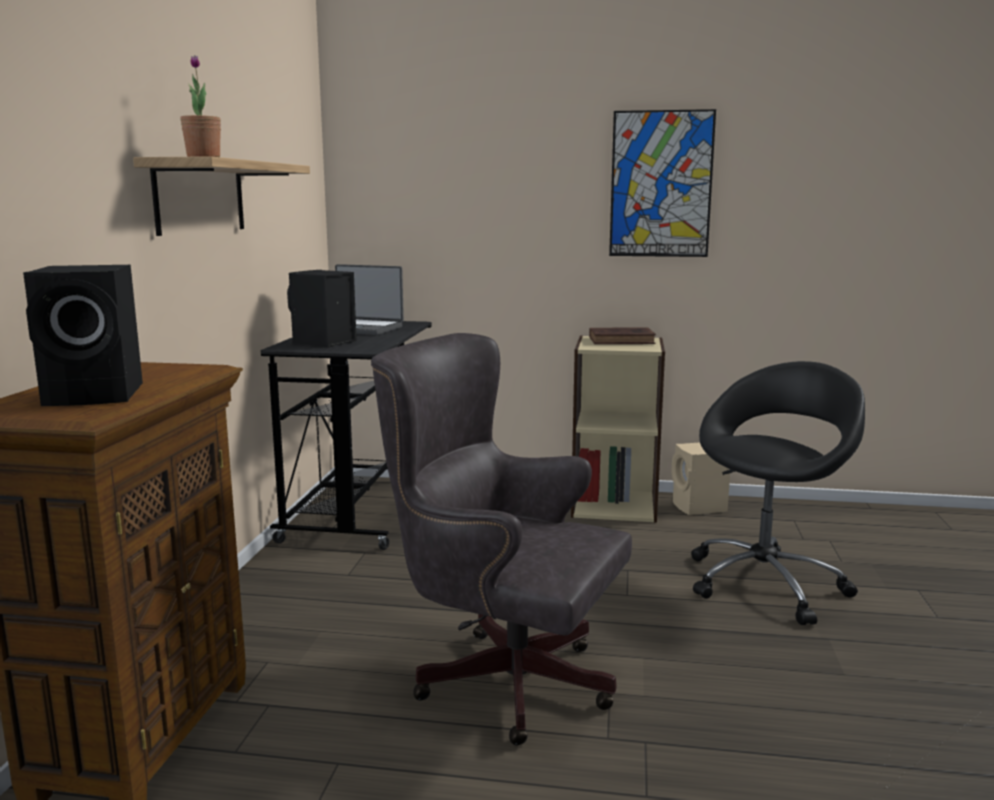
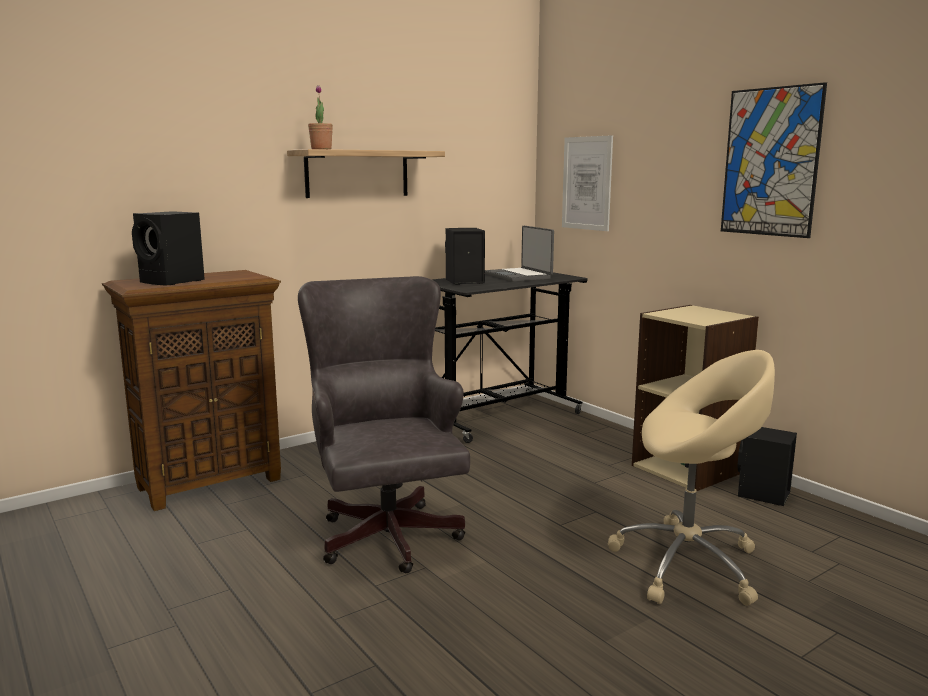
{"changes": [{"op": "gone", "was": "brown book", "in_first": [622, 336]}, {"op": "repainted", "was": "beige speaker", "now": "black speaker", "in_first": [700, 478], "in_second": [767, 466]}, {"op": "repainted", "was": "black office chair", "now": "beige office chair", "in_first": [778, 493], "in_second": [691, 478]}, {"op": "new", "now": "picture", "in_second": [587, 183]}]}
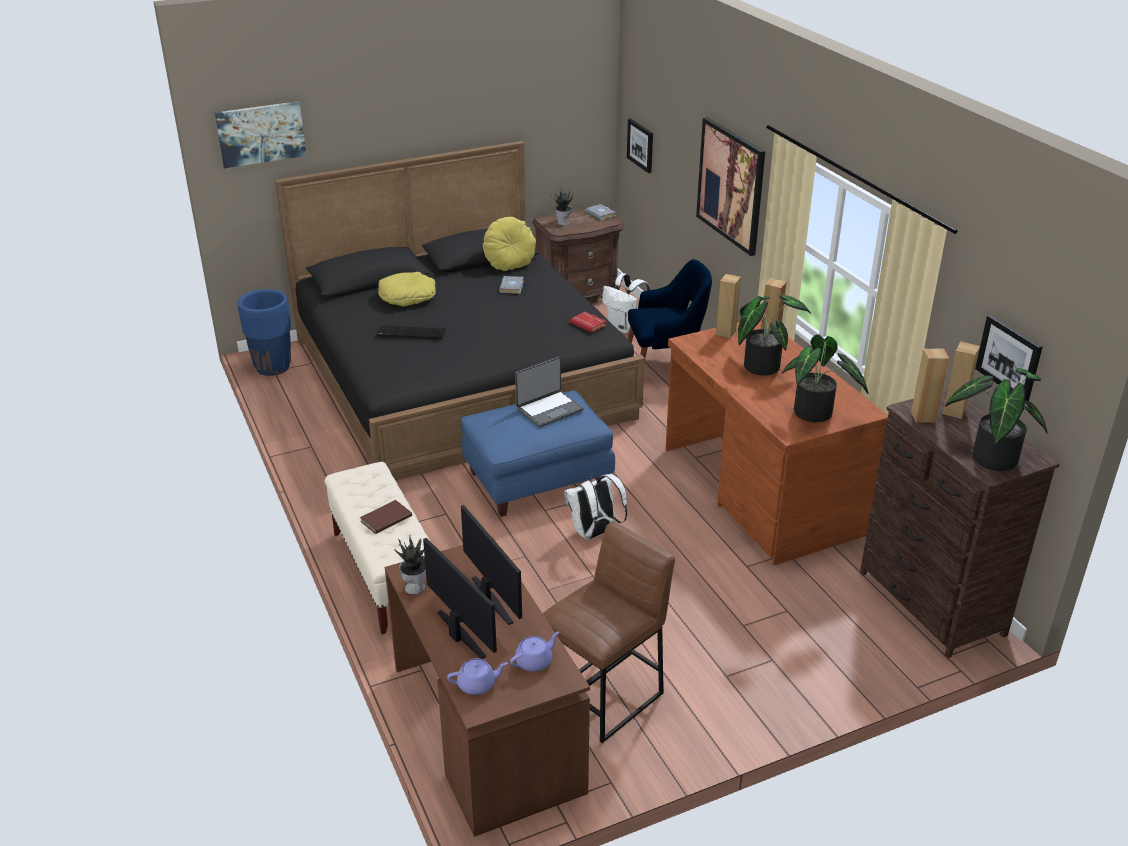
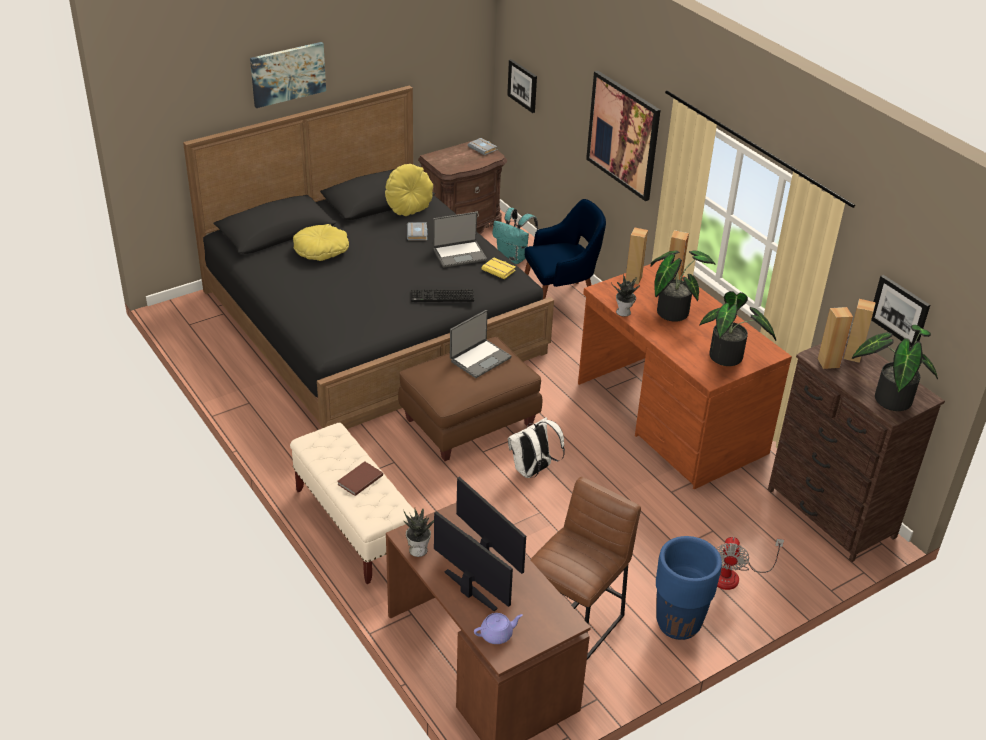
{"changes": [{"op": "shifted", "was": "picture", "in_first": [260, 134], "in_second": [288, 75]}, {"op": "shifted", "was": "blue planter", "in_first": [264, 332], "in_second": [689, 588]}, {"op": "shifted", "was": "keyboard", "in_first": [410, 332], "in_second": [442, 296]}, {"op": "repainted", "was": "blue ottoman", "now": "brown ottoman", "in_first": [538, 453], "in_second": [470, 399]}, {"op": "gone", "was": "purple teapot", "in_first": [534, 651]}, {"op": "shifted", "was": "potted plant", "in_first": [562, 207], "in_second": [625, 295]}, {"op": "repainted", "was": "red book", "now": "yellow book", "in_first": [588, 322], "in_second": [499, 268]}, {"op": "repainted", "was": "white backpack", "now": "turquoise backpack", "in_first": [626, 303], "in_second": [515, 236]}, {"op": "new", "now": "laptop", "in_second": [460, 240]}, {"op": "new", "now": "fan", "in_second": [750, 563]}]}
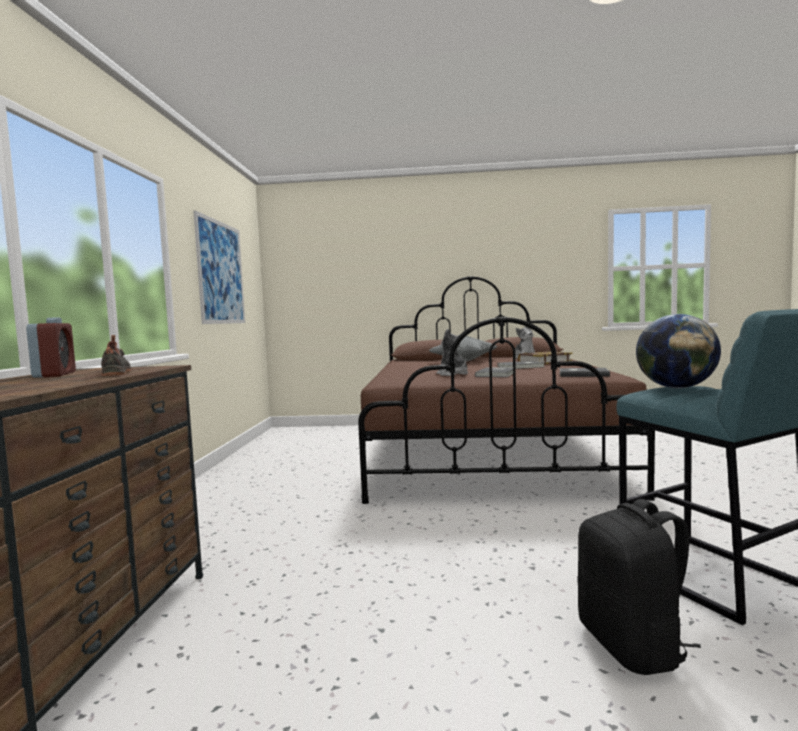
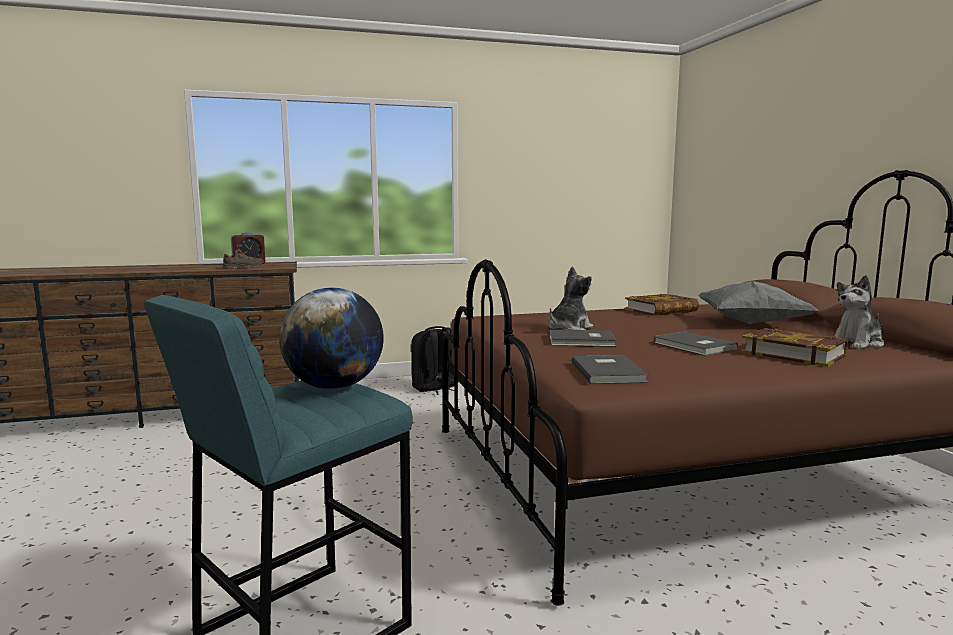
{"changes": [{"op": "gone", "was": "picture", "in_first": [219, 267]}, {"op": "shifted", "was": "black backpack", "in_first": [639, 587], "in_second": [433, 360]}, {"op": "new", "now": "book", "in_second": [662, 305]}]}
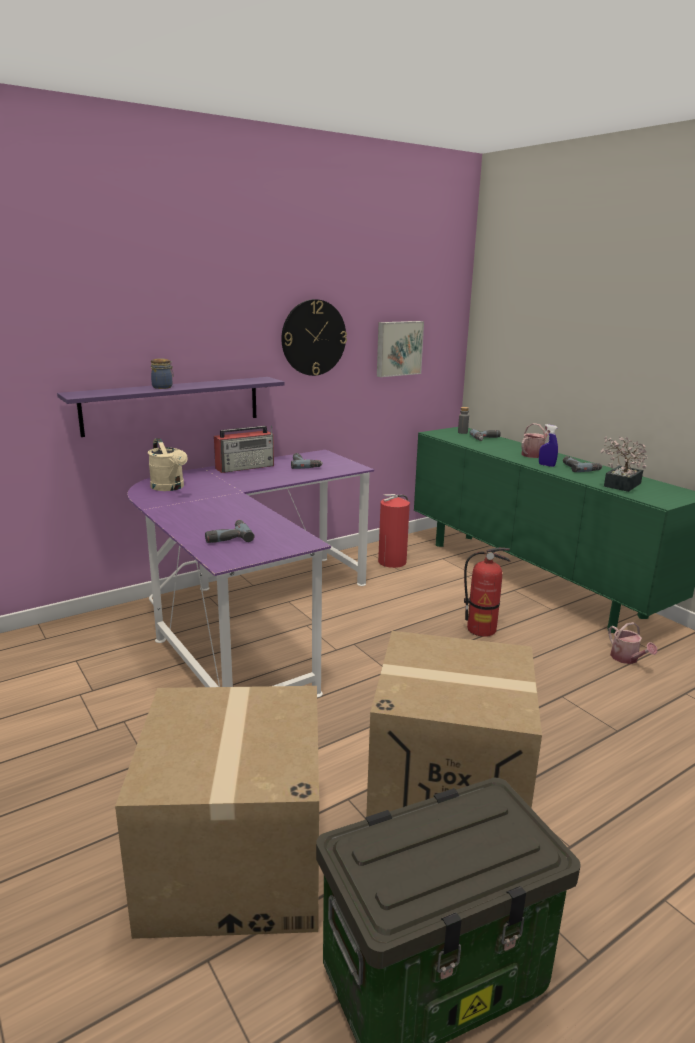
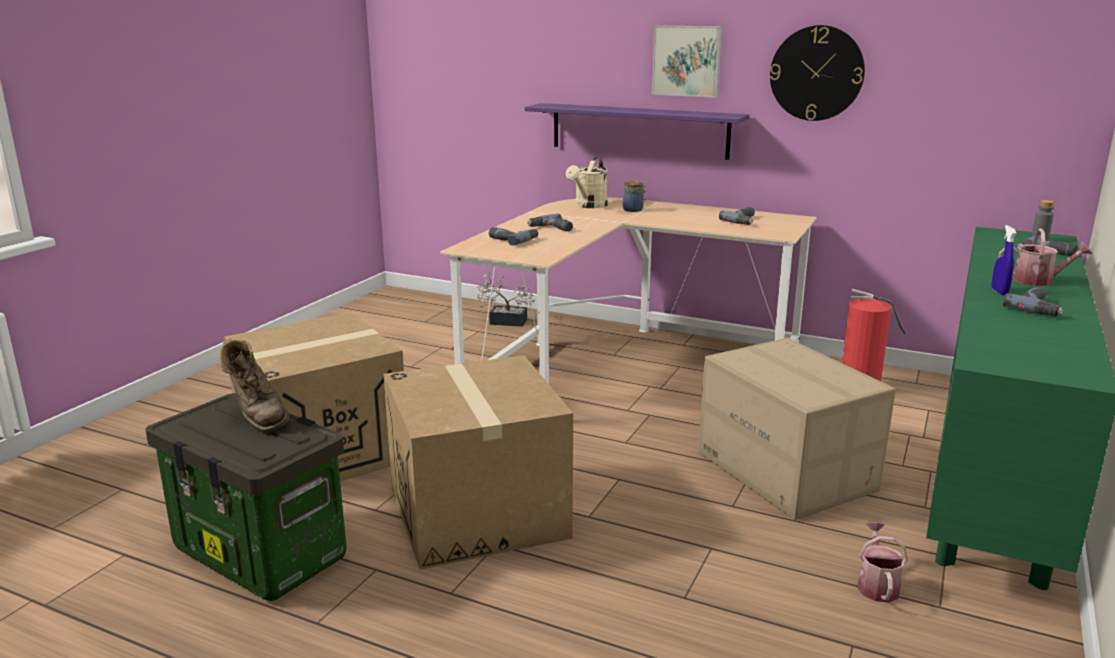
{"changes": [{"op": "repainted", "was": "purple desk", "now": "beige desk", "in_first": [250, 574], "in_second": [628, 291]}, {"op": "shifted", "was": "jar", "in_first": [162, 373], "in_second": [634, 196]}, {"op": "gone", "was": "radio", "in_first": [244, 449]}, {"op": "shifted", "was": "picture", "in_first": [400, 349], "in_second": [687, 61]}, {"op": "swapped", "was": "fire extinguisher", "now": "cardboard box", "in_first": [487, 592], "in_second": [797, 429]}, {"op": "shifted", "was": "potted plant", "in_first": [624, 464], "in_second": [506, 299]}, {"op": "rotated", "was": "watering can", "in_first": [632, 643], "in_second": [882, 562], "clockwise": 150}, {"op": "new", "now": "brown boot", "in_second": [254, 386]}, {"op": "new", "now": "power drill", "in_second": [550, 223]}]}
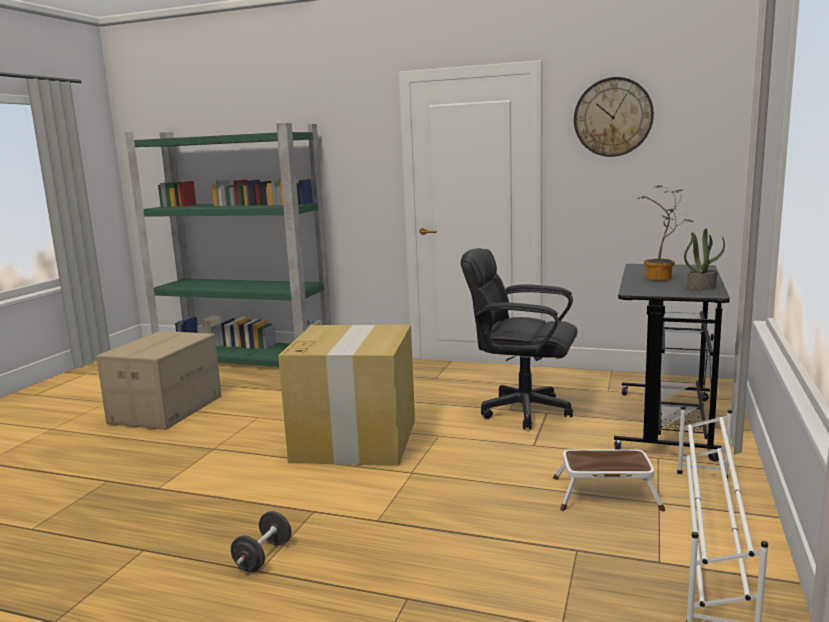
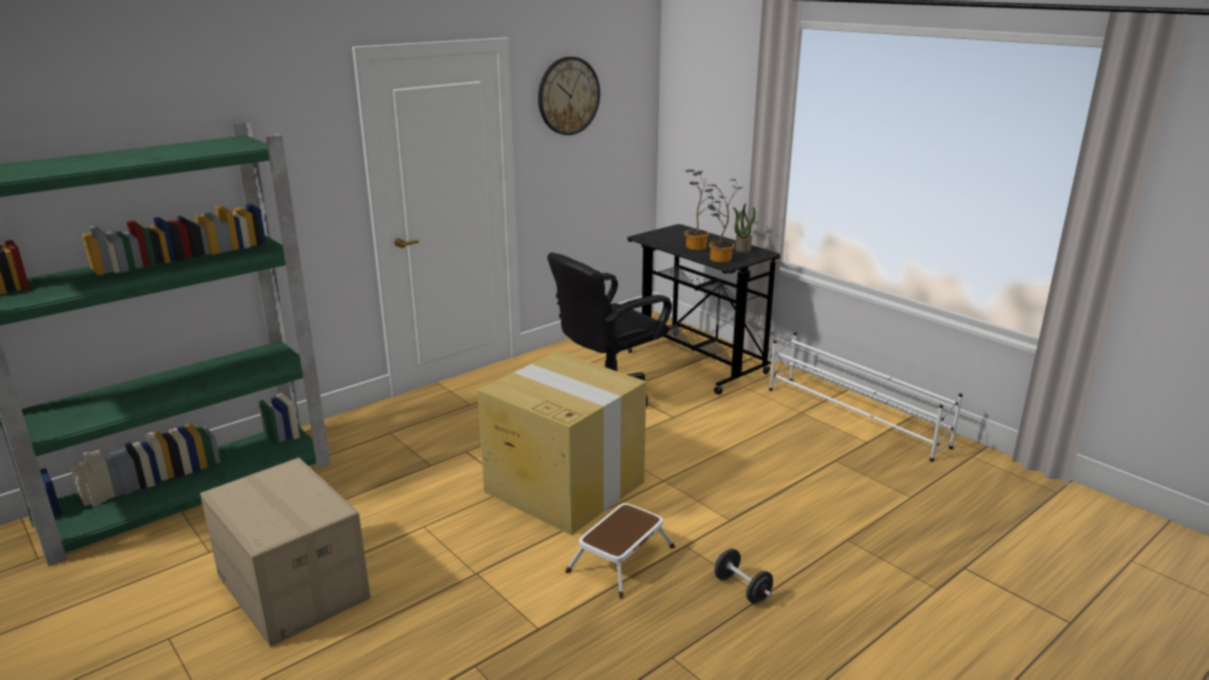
{"changes": [{"op": "shifted", "was": "brown step ladder", "in_first": [609, 480], "in_second": [620, 551]}, {"op": "new", "now": "potted plant", "in_second": [725, 221]}]}
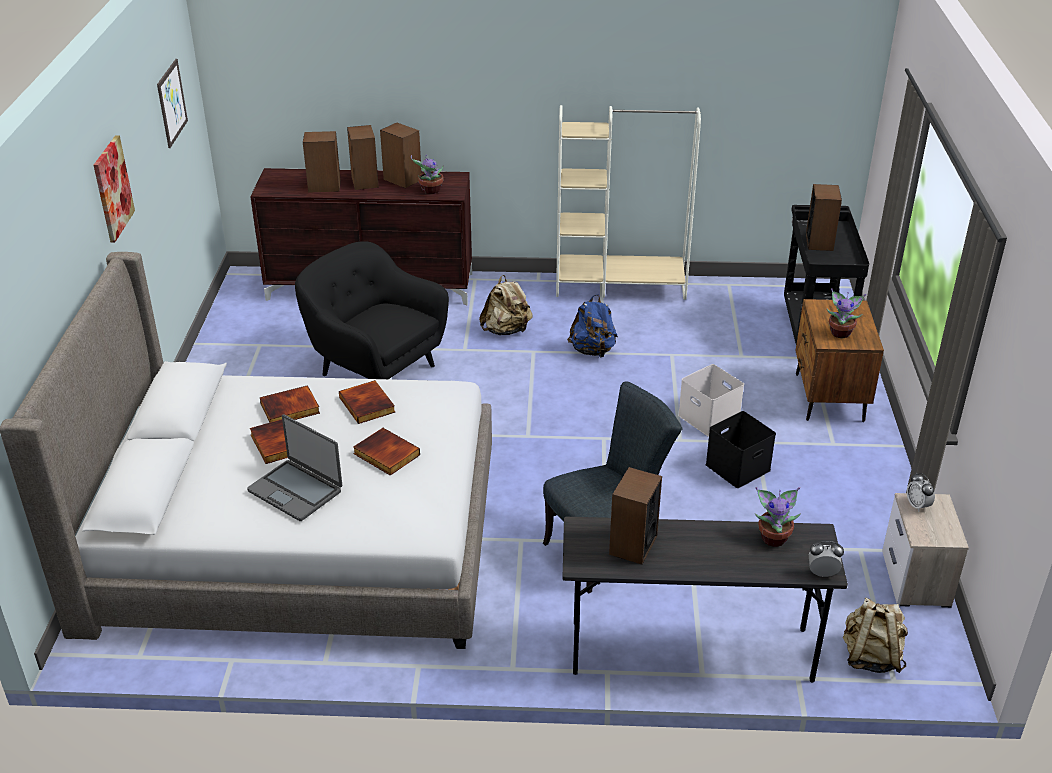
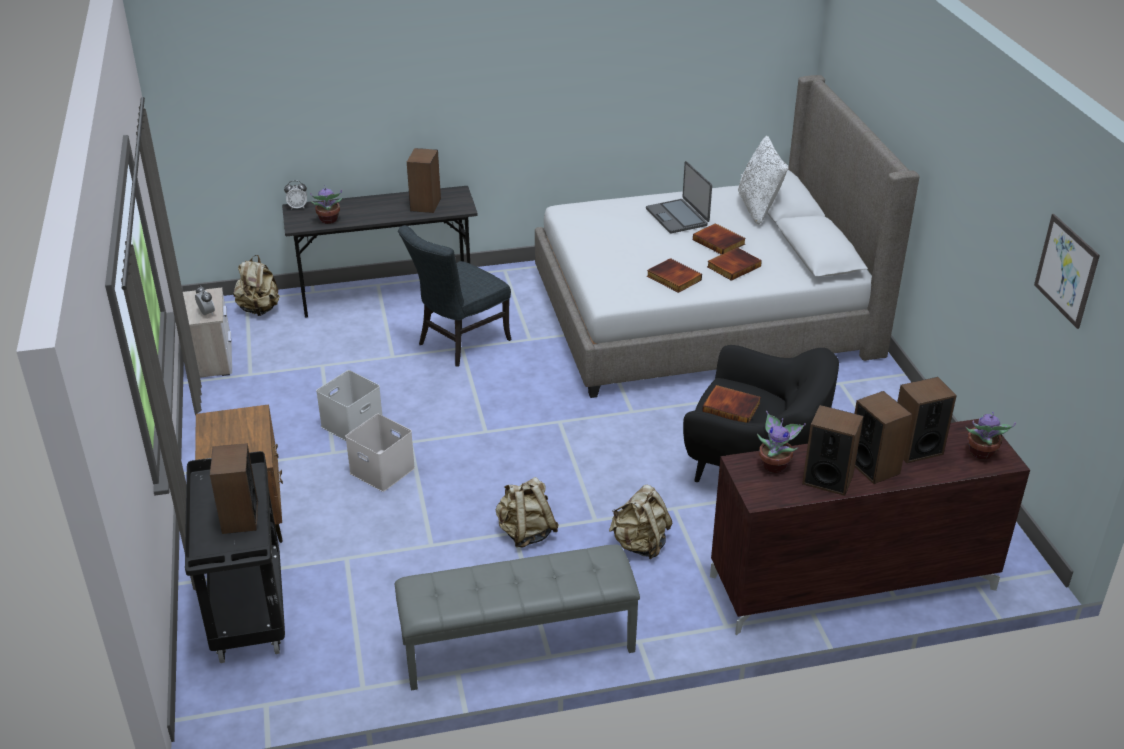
{"changes": [{"op": "gone", "was": "picture", "in_first": [114, 189]}, {"op": "rotated", "was": "laptop", "in_first": [294, 467], "in_second": [679, 197], "clockwise": -135}, {"op": "shifted", "was": "book", "in_first": [386, 451], "in_second": [731, 404]}, {"op": "swapped", "was": "beige clothes rack", "now": "grey bench", "in_first": [628, 202], "in_second": [517, 618]}, {"op": "repainted", "was": "blue backpack", "now": "beige backpack", "in_first": [592, 326], "in_second": [527, 512]}, {"op": "repainted", "was": "black storage box", "now": "white storage box", "in_first": [740, 449], "in_second": [349, 405]}, {"op": "shifted", "was": "potted plant", "in_first": [846, 313], "in_second": [991, 435]}, {"op": "new", "now": "white pillow", "in_second": [763, 180]}]}
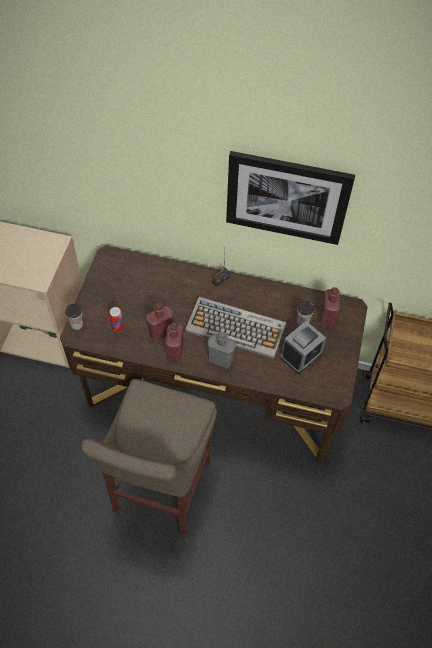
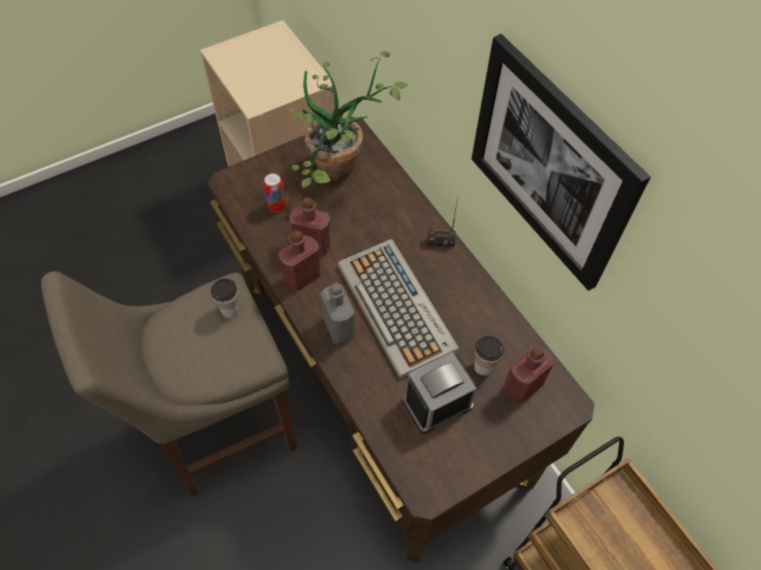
{"changes": [{"op": "shifted", "was": "cup", "in_first": [74, 316], "in_second": [225, 298]}, {"op": "rotated", "was": "alarm clock", "in_first": [303, 347], "in_second": [440, 393], "clockwise": 150}, {"op": "new", "now": "potted plant", "in_second": [349, 119]}]}
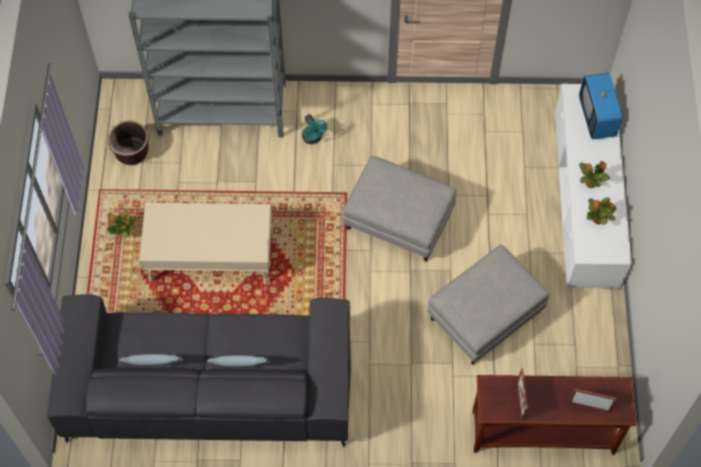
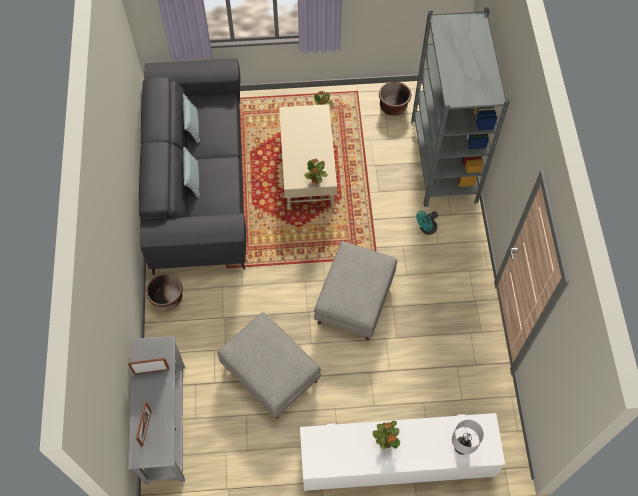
{"changes": [{"op": "repainted", "was": "brown console table", "now": "grey console table", "in_first": [554, 415], "in_second": [156, 410]}, {"op": "swapped", "was": "television", "now": "grey table lamp", "in_first": [600, 104], "in_second": [468, 437]}, {"op": "shifted", "was": "potted plant", "in_first": [601, 211], "in_second": [316, 171]}, {"op": "new", "now": "brown planter", "in_second": [164, 292]}]}
